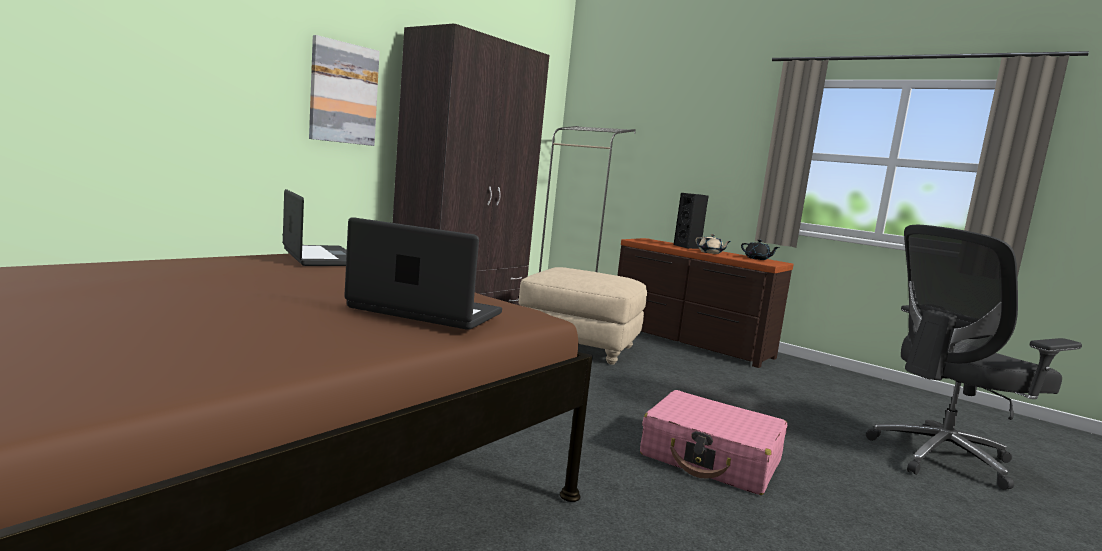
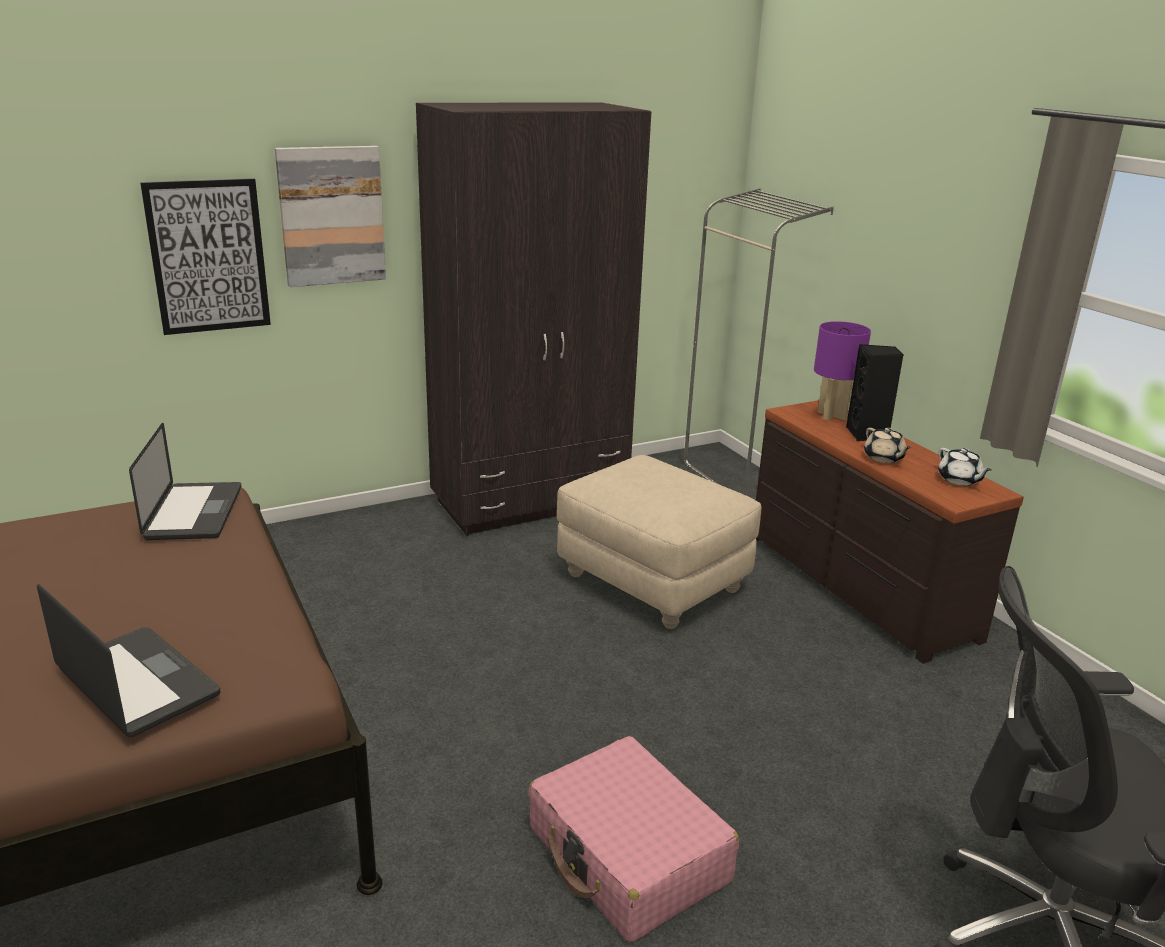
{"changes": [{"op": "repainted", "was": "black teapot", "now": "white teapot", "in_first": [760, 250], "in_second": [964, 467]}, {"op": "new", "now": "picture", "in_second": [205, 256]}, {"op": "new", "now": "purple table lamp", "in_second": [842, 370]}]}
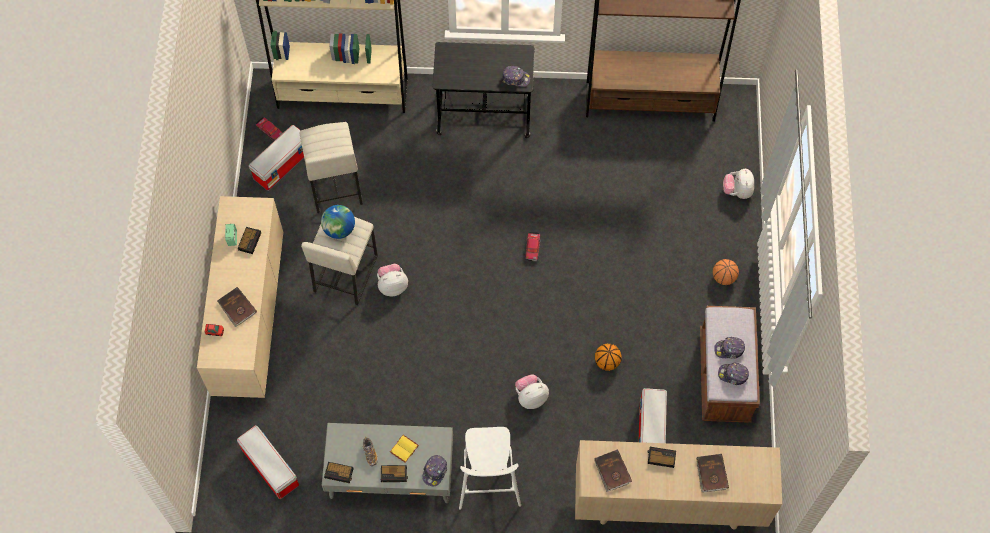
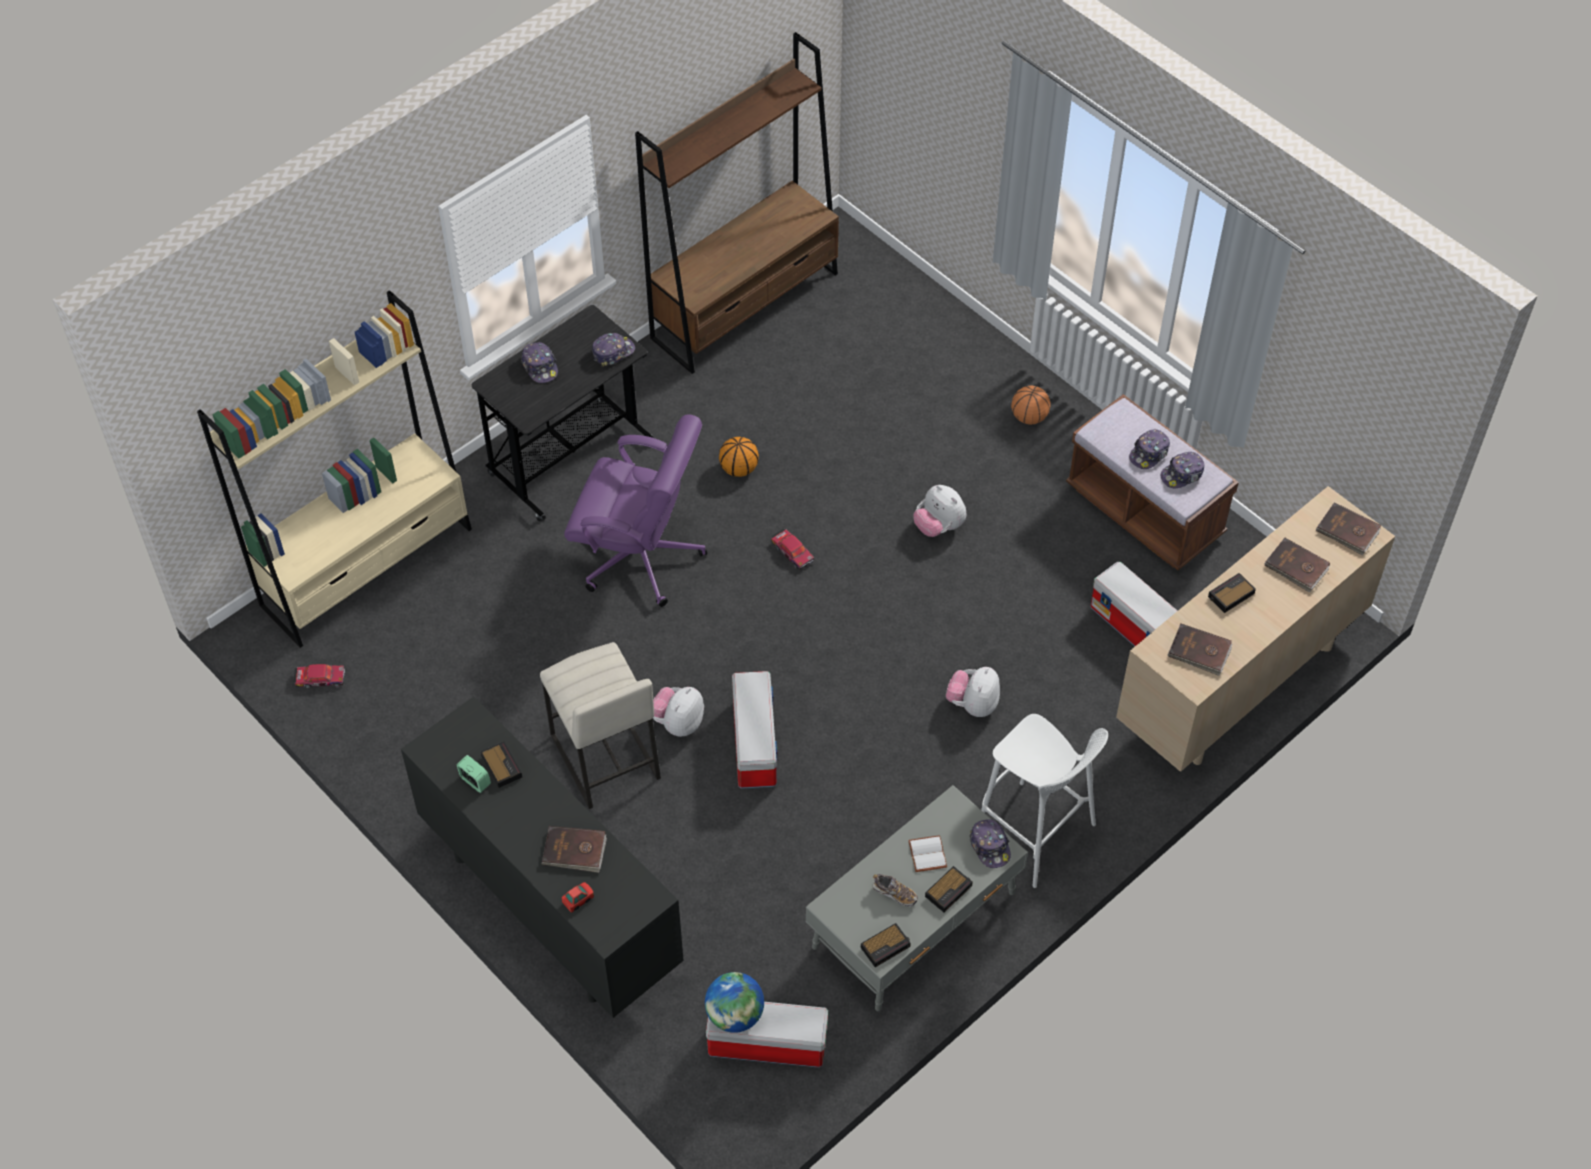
{"changes": [{"op": "repainted", "was": "beige dresser", "now": "black dresser", "in_first": [240, 297], "in_second": [542, 857]}, {"op": "shifted", "was": "storage box", "in_first": [276, 158], "in_second": [755, 730]}, {"op": "gone", "was": "beige stool", "in_first": [331, 167]}, {"op": "shifted", "was": "globe", "in_first": [338, 222], "in_second": [734, 1002]}, {"op": "repainted", "was": "yellow book", "now": "white book", "in_first": [404, 449], "in_second": [927, 853]}, {"op": "shifted", "was": "basketball", "in_first": [608, 357], "in_second": [739, 457]}, {"op": "shifted", "was": "plush toy", "in_first": [738, 184], "in_second": [939, 511]}, {"op": "new", "now": "cap", "in_second": [539, 362]}, {"op": "new", "now": "purple office chair", "in_second": [635, 510]}, {"op": "new", "now": "brown book", "in_second": [1348, 528]}]}
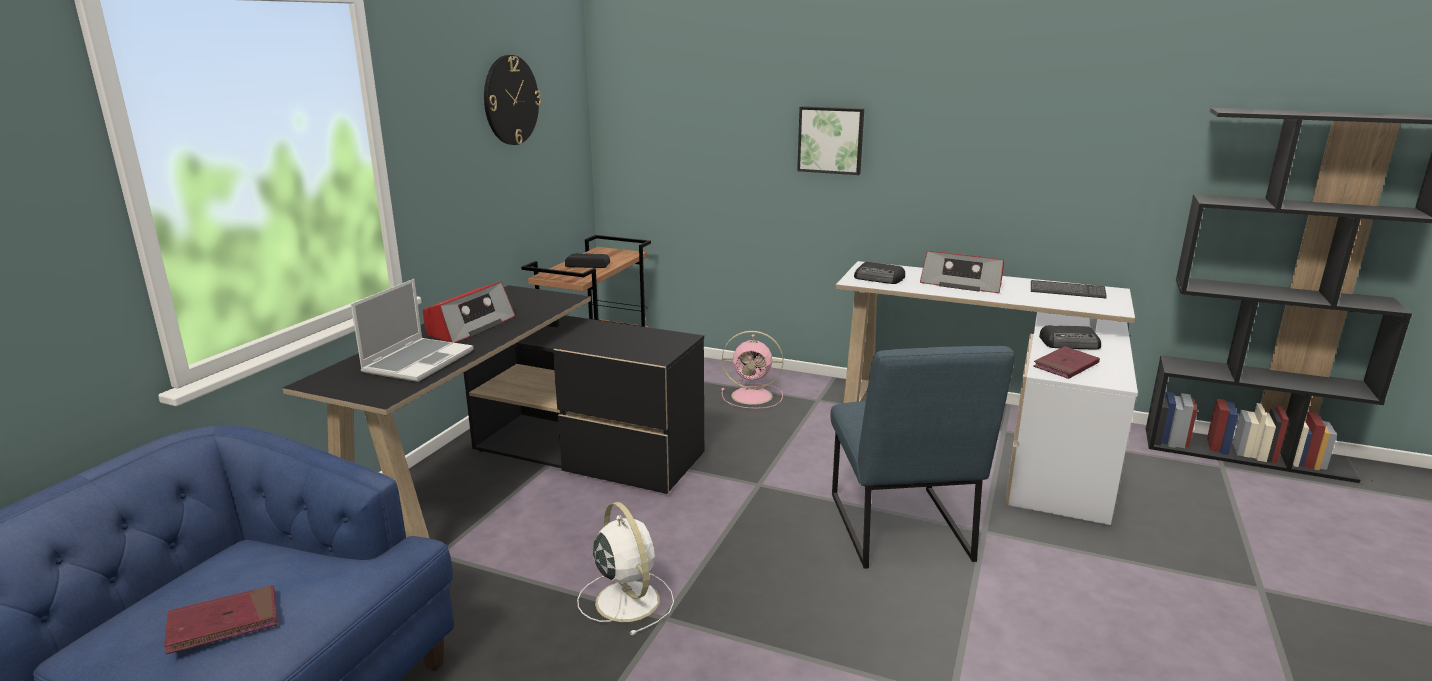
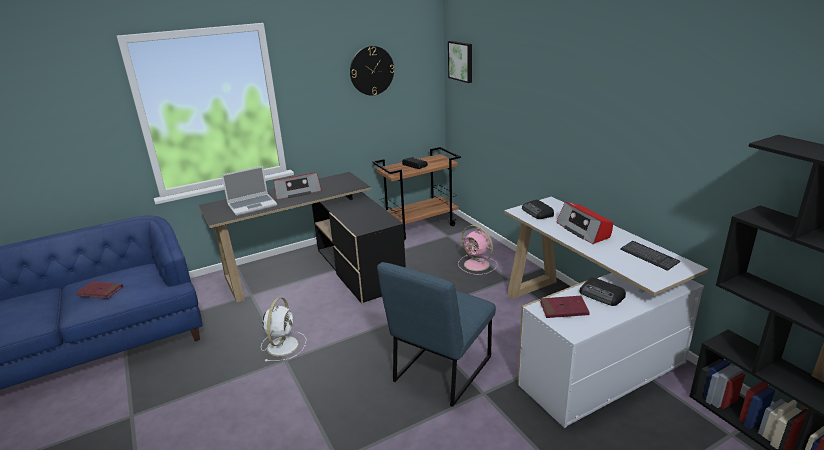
{"changes": [{"op": "shifted", "was": "picture", "in_first": [830, 140], "in_second": [460, 62]}]}
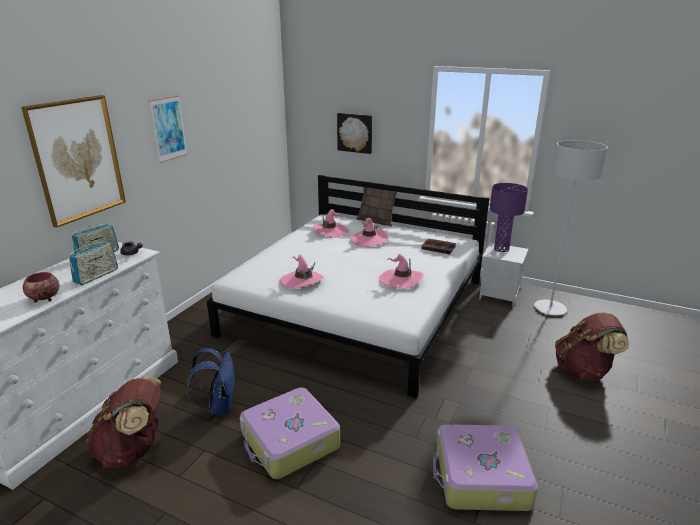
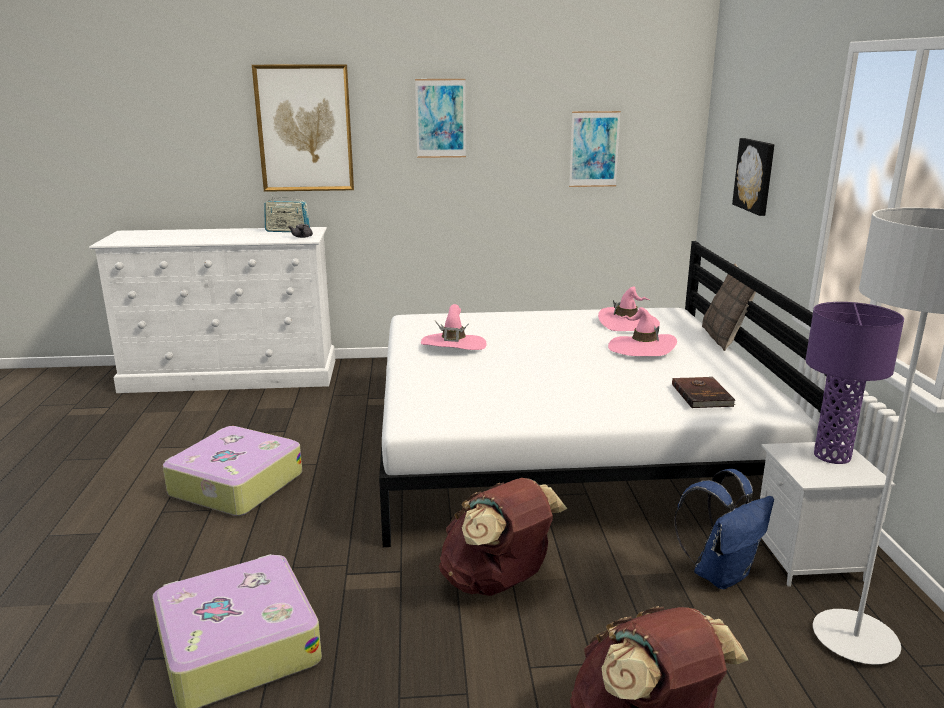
{"changes": [{"op": "gone", "was": "bowl", "in_first": [41, 287]}, {"op": "gone", "was": "radio", "in_first": [93, 263]}, {"op": "shifted", "was": "brown backpack", "in_first": [123, 422], "in_second": [503, 537]}, {"op": "shifted", "was": "blue backpack", "in_first": [211, 381], "in_second": [724, 529]}, {"op": "gone", "was": "pink hat", "in_first": [401, 271]}, {"op": "new", "now": "picture", "in_second": [595, 149]}]}
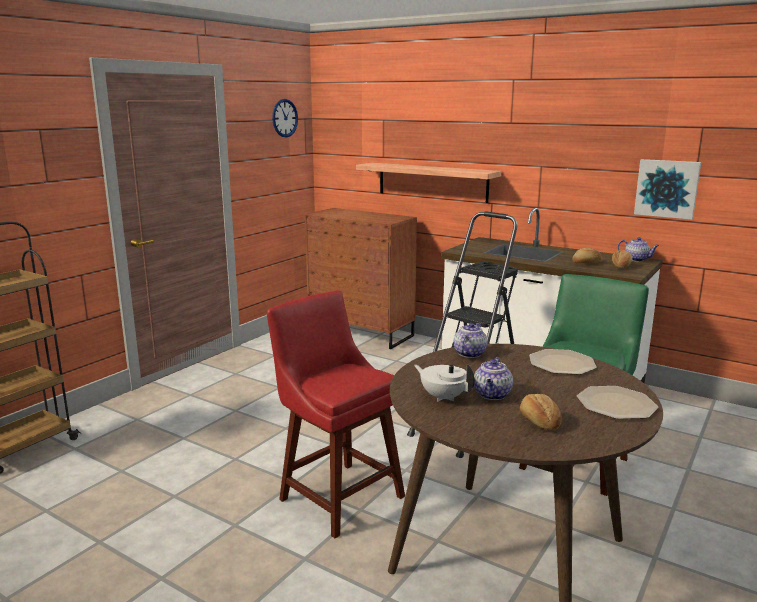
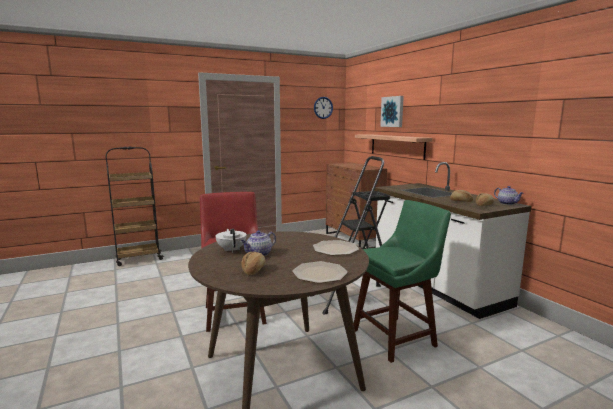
{"changes": [{"op": "gone", "was": "teapot", "in_first": [470, 340]}, {"op": "shifted", "was": "picture", "in_first": [667, 189], "in_second": [392, 111]}]}
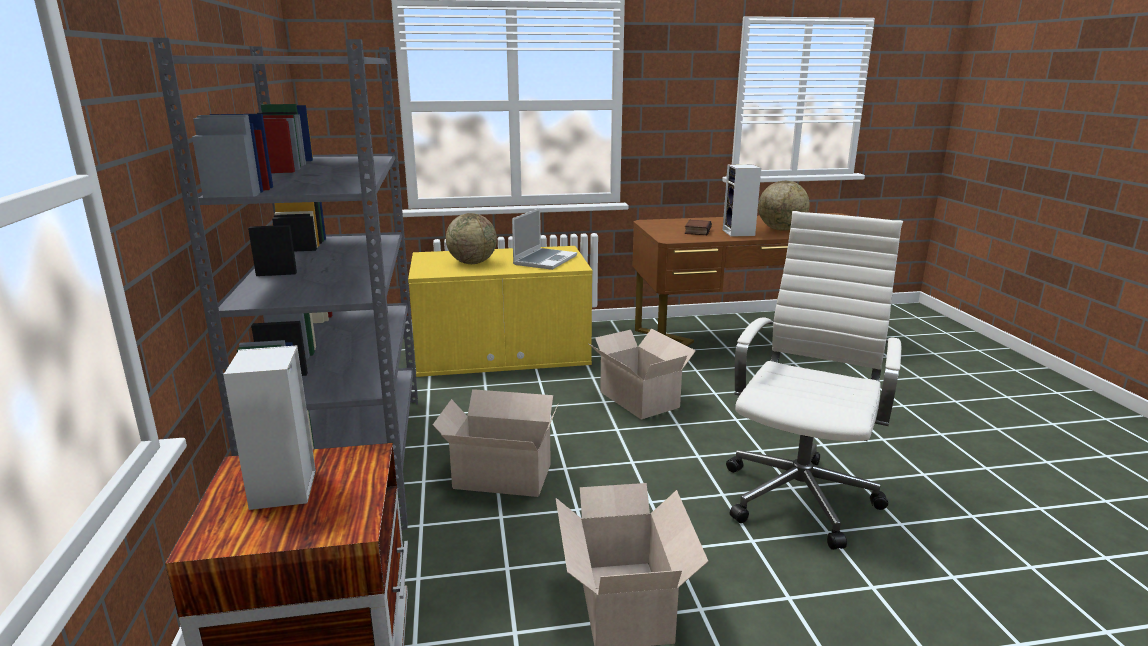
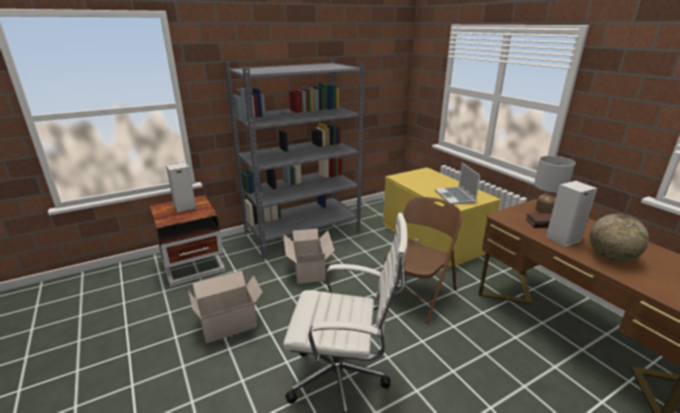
{"changes": [{"op": "gone", "was": "globe", "in_first": [471, 238]}, {"op": "rotated", "was": "laptop", "in_first": [544, 239], "in_second": [457, 184], "clockwise": 75}, {"op": "swapped", "was": "cardboard box", "now": "brown chair", "in_first": [642, 374], "in_second": [419, 260]}, {"op": "new", "now": "grey table lamp", "in_second": [554, 185]}]}
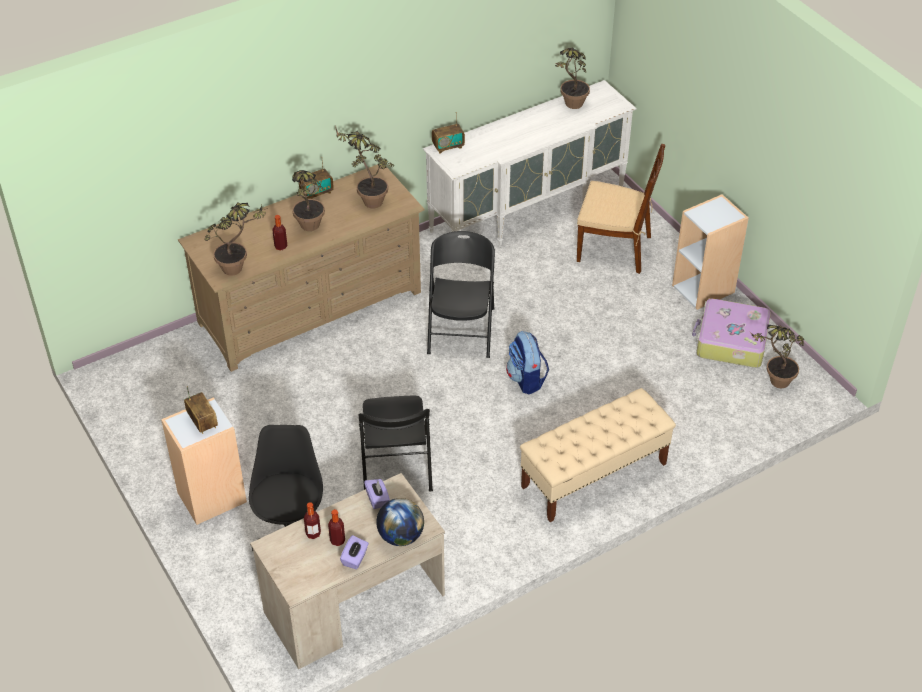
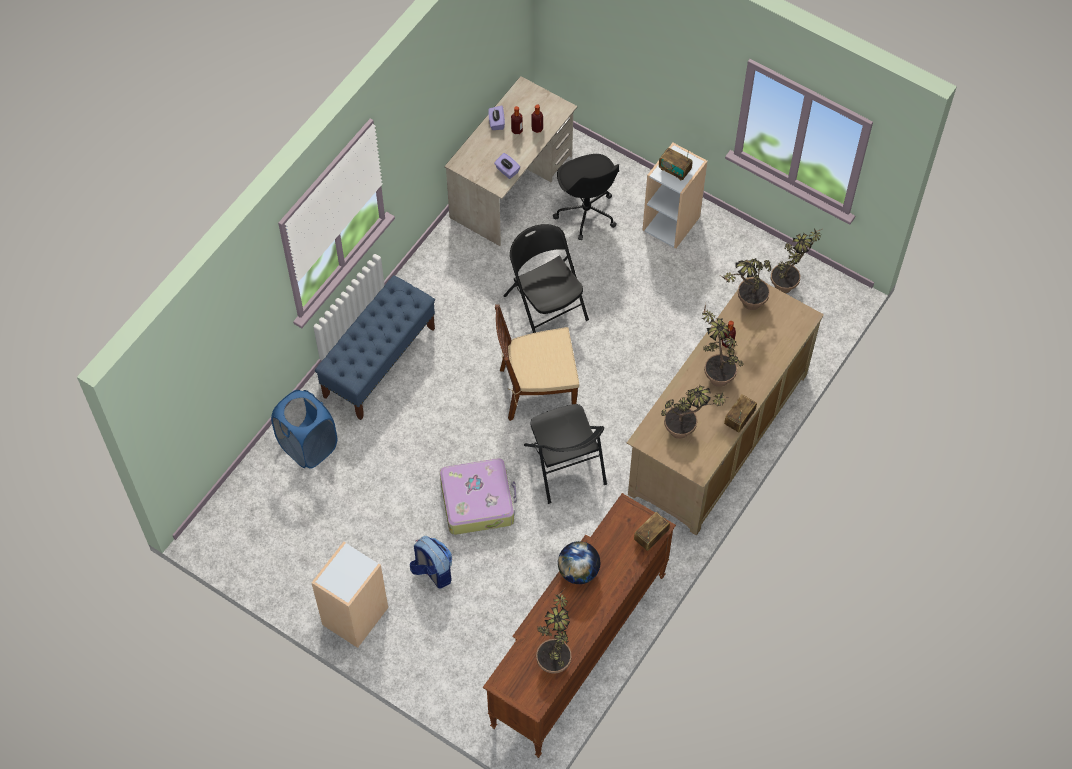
{"changes": [{"op": "shifted", "was": "globe", "in_first": [400, 522], "in_second": [579, 562]}, {"op": "repainted", "was": "white cabinet", "now": "brown cabinet", "in_first": [530, 162], "in_second": [579, 625]}, {"op": "shifted", "was": "backpack", "in_first": [527, 362], "in_second": [431, 562]}, {"op": "repainted", "was": "beige bench", "now": "blue bench", "in_first": [598, 455], "in_second": [375, 347]}, {"op": "shifted", "was": "brown chair", "in_first": [621, 209], "in_second": [537, 362]}, {"op": "shifted", "was": "suitcase", "in_first": [731, 333], "in_second": [478, 496]}, {"op": "shifted", "was": "potted plant", "in_first": [777, 356], "in_second": [796, 261]}, {"op": "new", "now": "blue laundry basket", "in_second": [304, 429]}]}
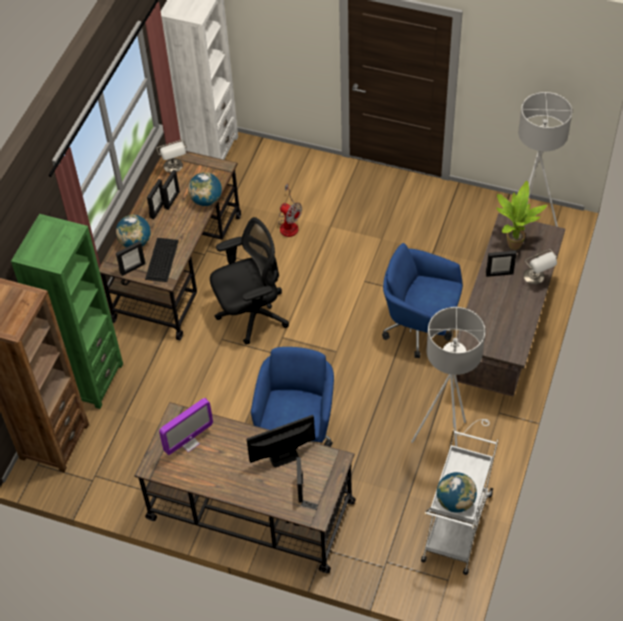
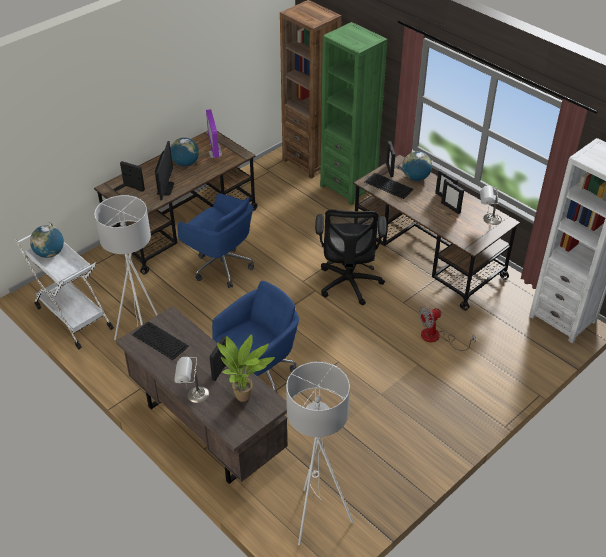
{"changes": [{"op": "shifted", "was": "globe", "in_first": [205, 189], "in_second": [185, 152]}, {"op": "new", "now": "keyboard", "in_second": [160, 340]}]}
